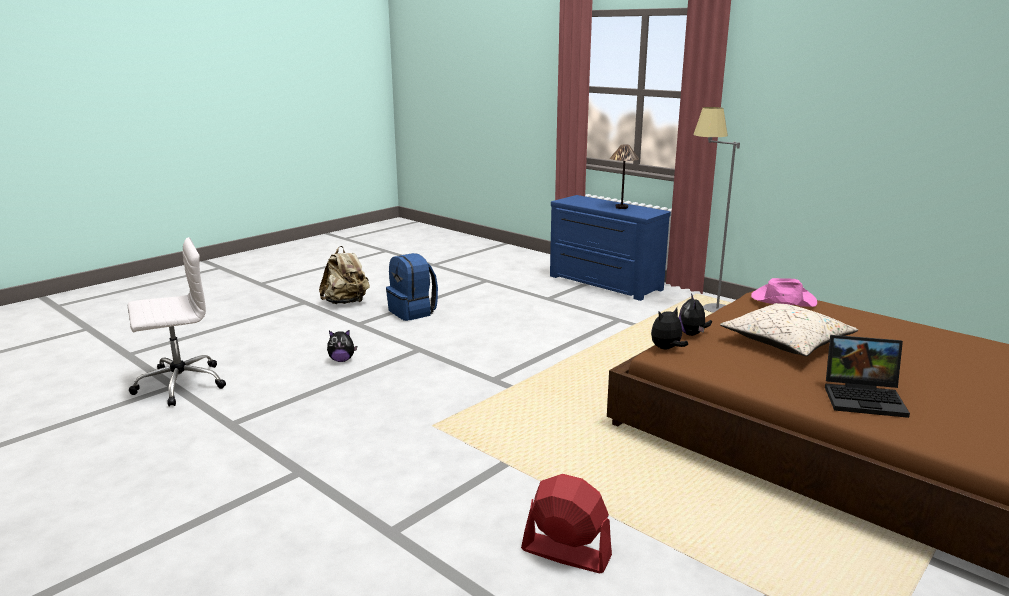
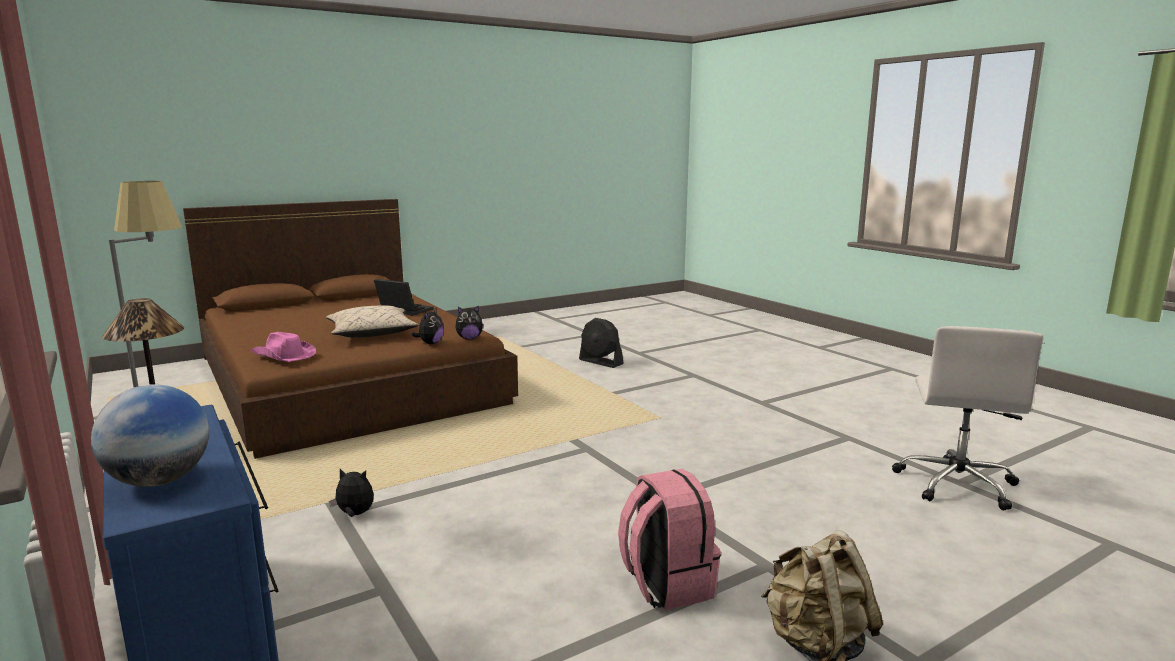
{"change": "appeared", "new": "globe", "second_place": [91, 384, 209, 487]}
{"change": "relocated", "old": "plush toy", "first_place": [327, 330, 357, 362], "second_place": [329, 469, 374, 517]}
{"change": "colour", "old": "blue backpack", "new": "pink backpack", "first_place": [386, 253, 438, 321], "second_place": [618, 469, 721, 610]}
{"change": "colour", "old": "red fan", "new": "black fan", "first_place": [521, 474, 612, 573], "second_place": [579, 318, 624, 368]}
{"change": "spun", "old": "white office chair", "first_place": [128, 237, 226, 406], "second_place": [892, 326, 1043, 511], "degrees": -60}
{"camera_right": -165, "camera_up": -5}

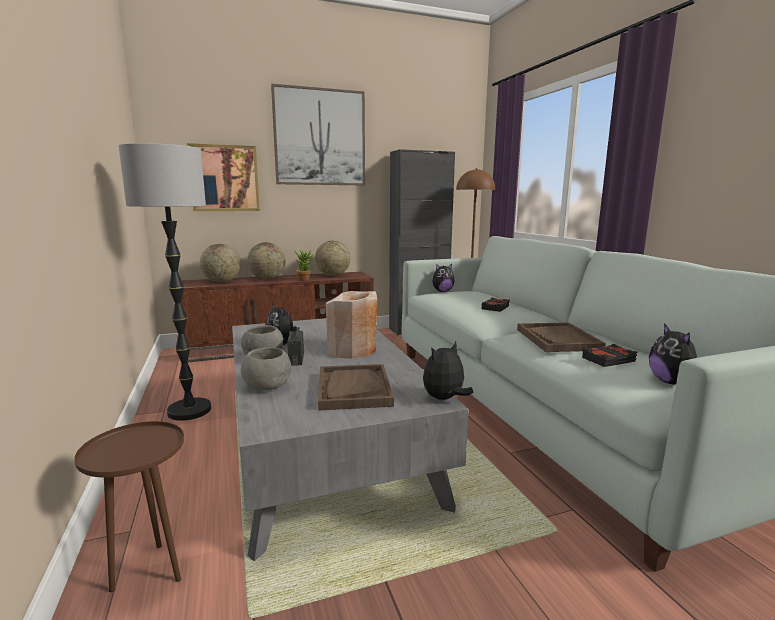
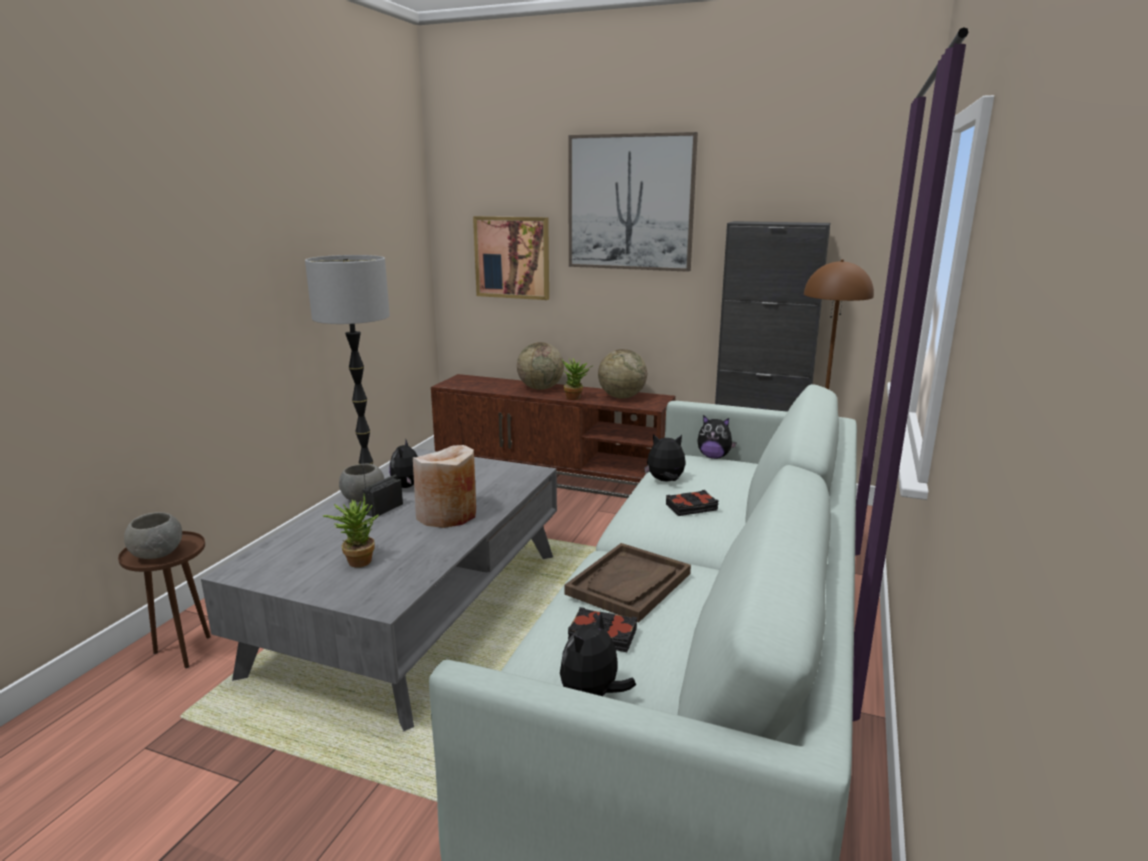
{"change": "missing", "old": "globe", "first_place": [200, 244, 241, 282]}
{"change": "relocated", "old": "grey bowl", "first_place": [241, 348, 291, 390], "second_place": [124, 512, 182, 559]}
{"change": "relocated", "old": "plush toy", "first_place": [423, 342, 474, 400], "second_place": [644, 434, 686, 481]}
{"change": "exchanged", "old": "brown tray", "new": "potted plant", "first_place": [318, 364, 394, 410], "second_place": [323, 495, 379, 568]}
{"camera_right": 40, "camera_up": 5}

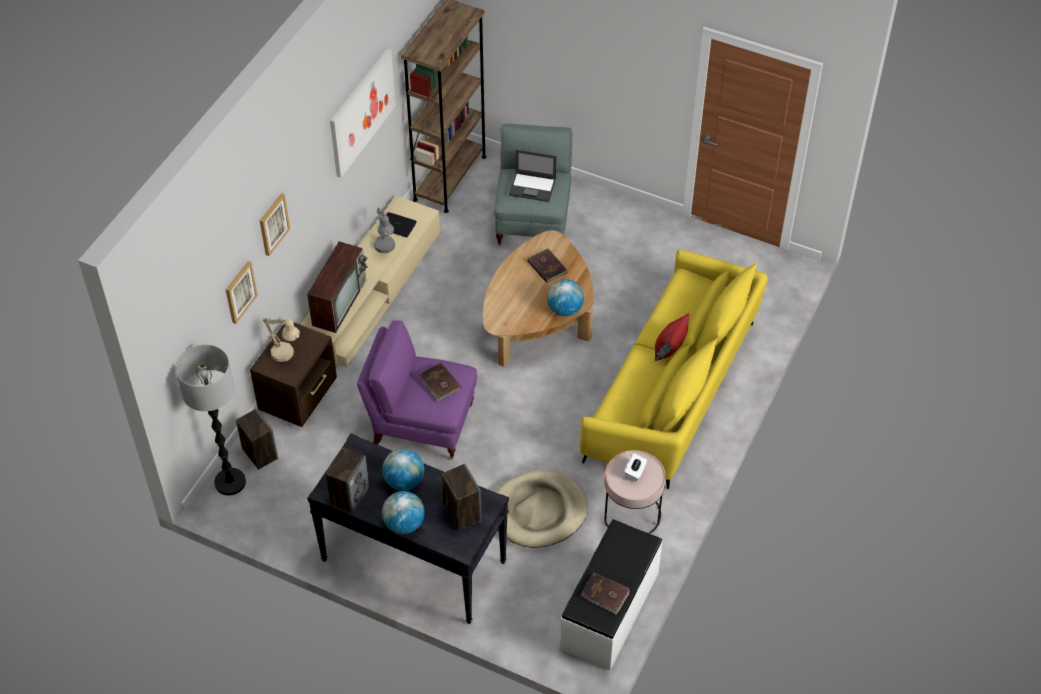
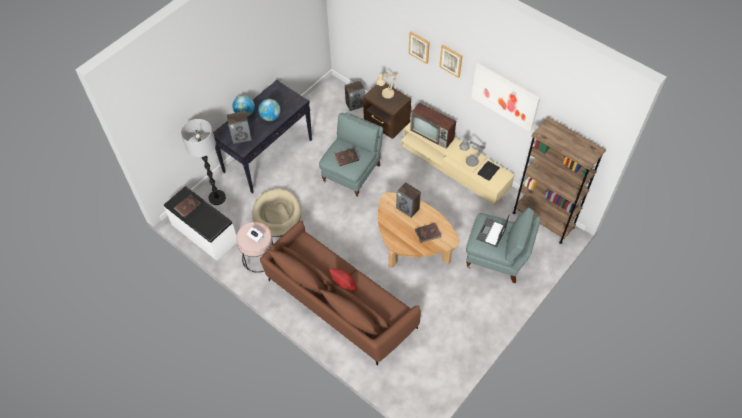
{"change": "missing", "old": "globe", "first_place": [547, 279, 584, 316]}
{"change": "relocated", "old": "floor lamp", "first_place": [175, 345, 246, 496], "second_place": [181, 119, 226, 205]}
{"change": "relocated", "old": "picture", "first_place": [226, 261, 258, 324], "second_place": [439, 45, 462, 78]}
{"change": "relocated", "old": "speaker", "first_place": [326, 447, 369, 514], "second_place": [396, 182, 421, 218]}
{"change": "colour", "old": "purple armchair", "new": "grey armchair", "first_place": [357, 321, 477, 460], "second_place": [319, 112, 383, 197]}
{"change": "colour", "old": "yellow sofa", "new": "brown sofa", "first_place": [580, 250, 768, 489], "second_place": [260, 221, 421, 366]}
{"camera_right": 105, "camera_up": 5}

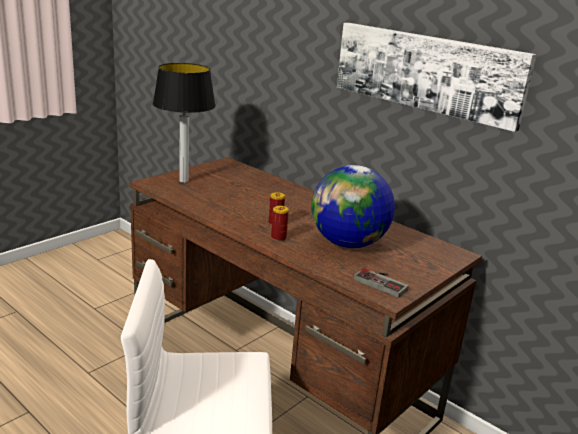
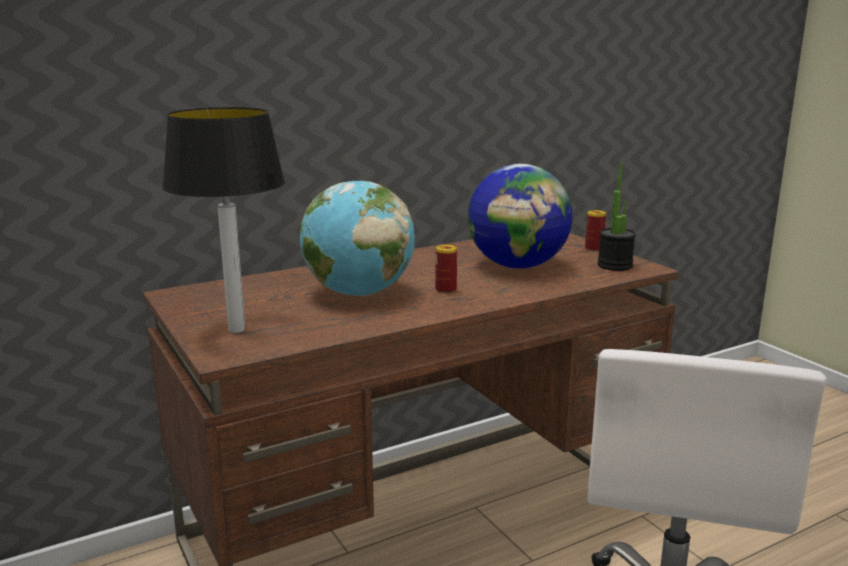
{"change": "missing", "old": "picture", "first_place": [337, 23, 537, 132]}
{"change": "appeared", "new": "globe", "second_place": [300, 181, 415, 296]}
{"change": "relocated", "old": "can", "first_place": [271, 206, 289, 241], "second_place": [585, 210, 606, 252]}
{"change": "exchanged", "old": "game controller", "new": "potted plant", "first_place": [353, 268, 409, 298], "second_place": [598, 162, 636, 271]}
{"camera_right": -70, "camera_up": -5}

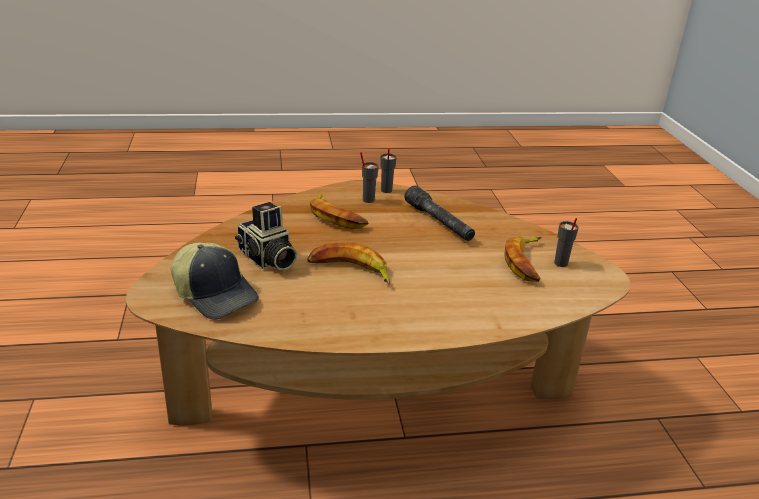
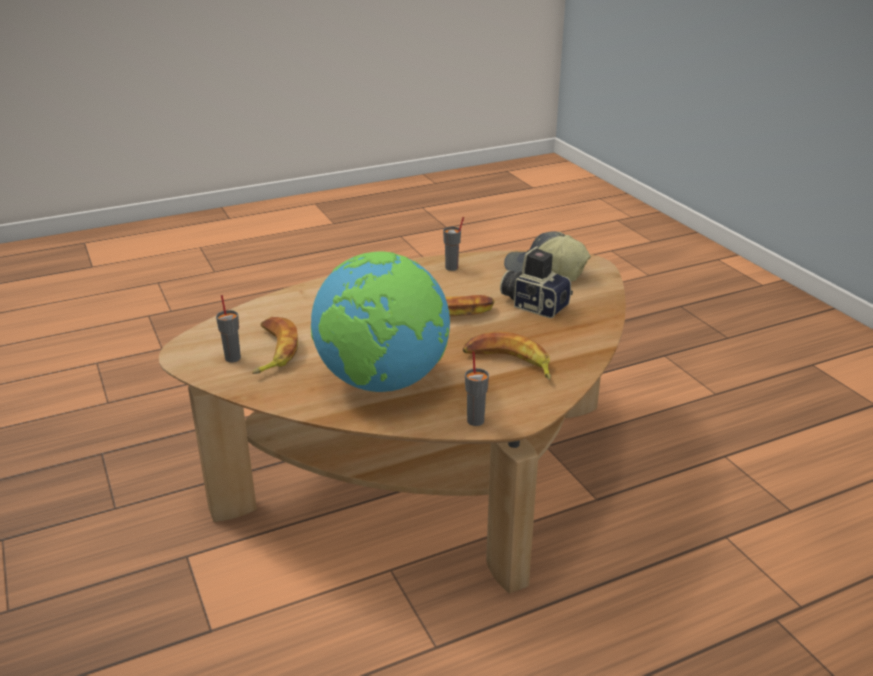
{"change": "relocated", "old": "grey cup", "first_place": [360, 152, 379, 203], "second_place": [443, 217, 464, 271]}
{"change": "exchanged", "old": "grey flashlight", "new": "globe", "first_place": [405, 185, 475, 241], "second_place": [311, 251, 450, 392]}
{"camera_right": 165, "camera_up": 0}

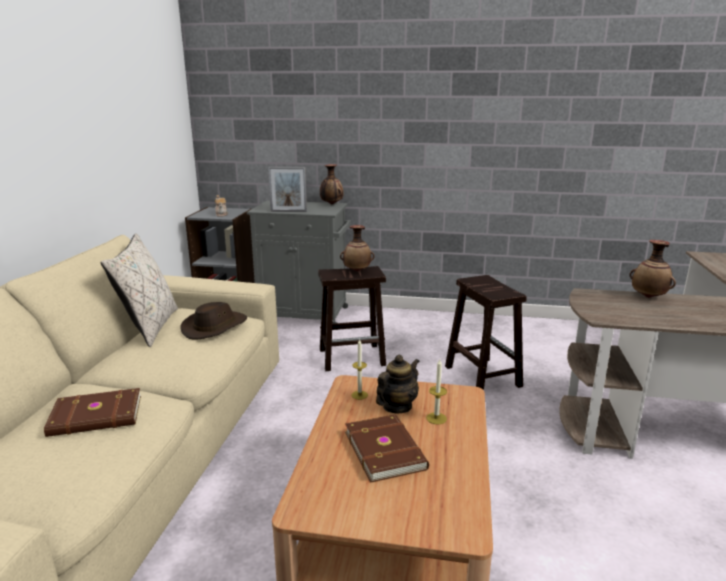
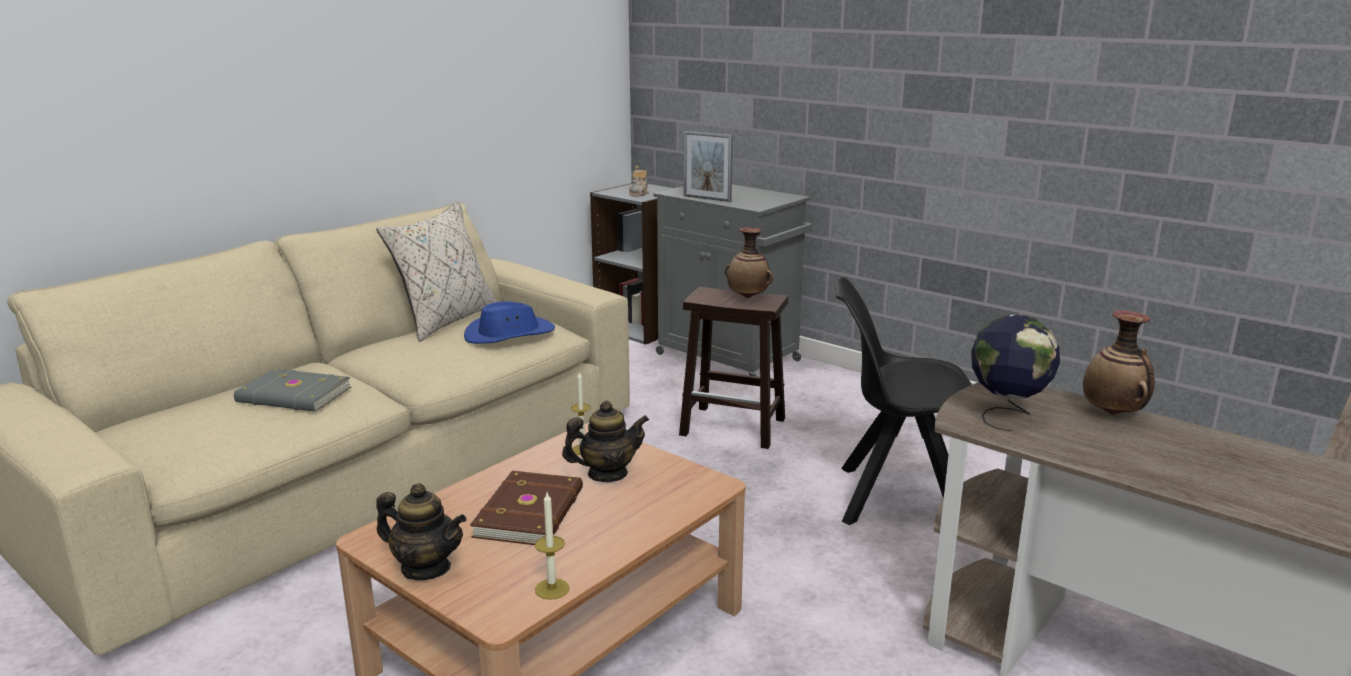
{"change": "missing", "old": "vase", "first_place": [320, 164, 344, 204]}
{"change": "appeared", "new": "teapot", "second_place": [376, 483, 467, 580]}
{"change": "appeared", "new": "globe", "second_place": [971, 315, 1060, 432]}
{"change": "relocated", "old": "candle", "first_place": [426, 359, 447, 424], "second_place": [535, 493, 569, 600]}
{"change": "exchanged", "old": "brown stool", "new": "black chair", "first_place": [445, 275, 527, 390], "second_place": [835, 277, 972, 525]}
{"change": "colour", "old": "brown book", "new": "grey book", "first_place": [44, 388, 141, 437], "second_place": [234, 368, 352, 412]}
{"change": "colour", "old": "brown hat", "new": "blue hat", "first_place": [181, 302, 247, 339], "second_place": [464, 301, 555, 344]}
{"camera_right": 30, "camera_up": 0}

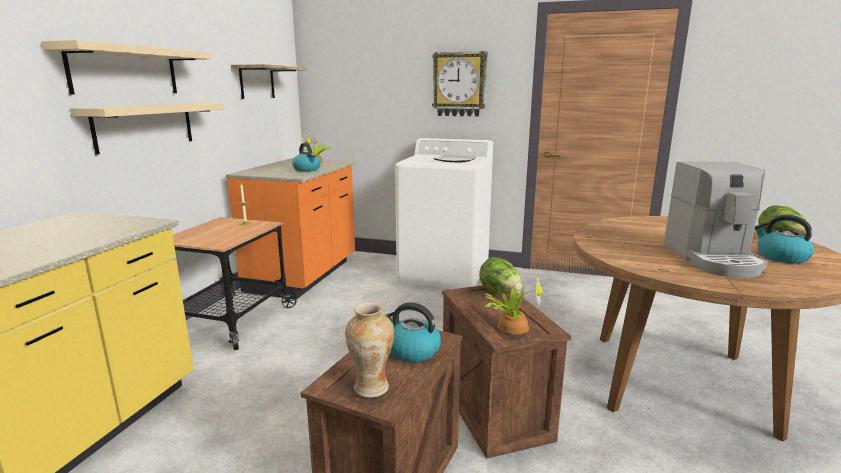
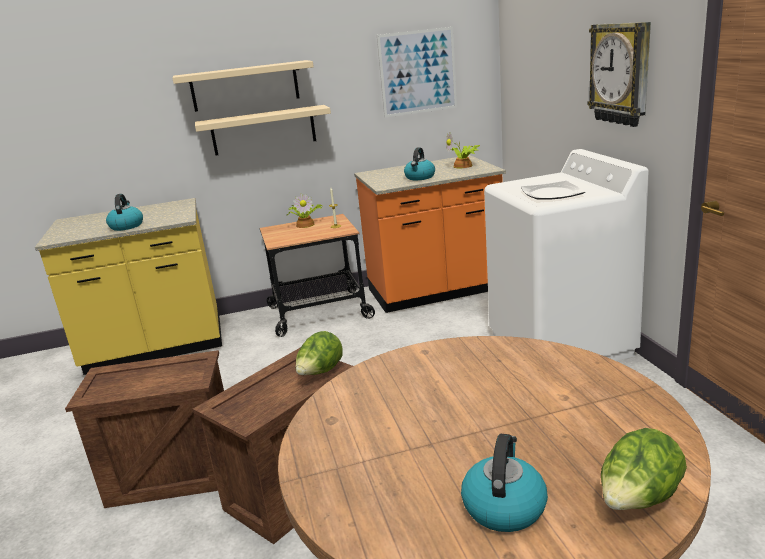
{"change": "missing", "old": "vase", "first_place": [345, 302, 394, 398]}
{"change": "missing", "old": "coffee machine", "first_place": [664, 161, 768, 278]}
{"change": "relocated", "old": "kettle", "first_place": [385, 302, 441, 362], "second_place": [106, 194, 143, 231]}
{"change": "relocated", "old": "potted plant", "first_place": [484, 274, 543, 334], "second_place": [287, 193, 323, 228]}
{"change": "exchanged", "old": "shelf", "new": "picture", "first_place": [231, 64, 307, 99], "second_place": [377, 27, 457, 118]}
{"camera_right": 60, "camera_up": 5}

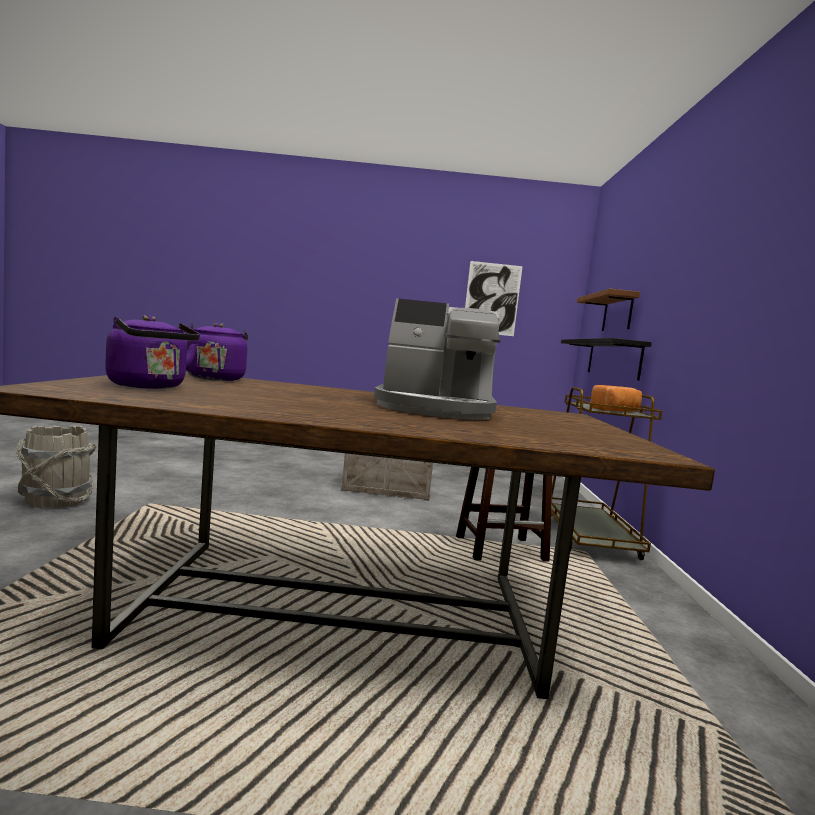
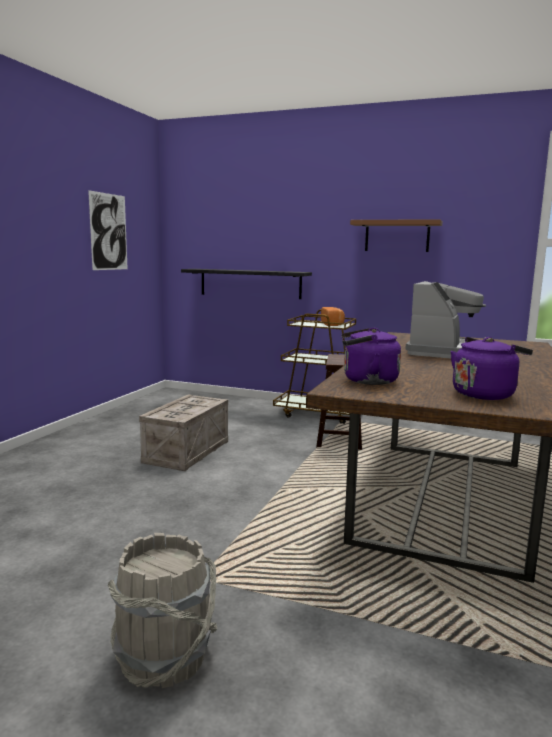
{"change": "relocated", "old": "brown shelf", "first_place": [577, 289, 640, 331], "second_place": [350, 219, 443, 252]}
{"camera_right": -70, "camera_up": 5}

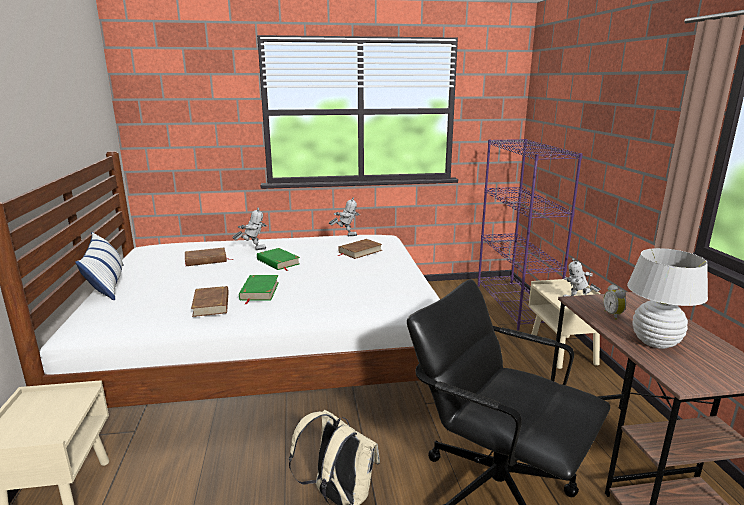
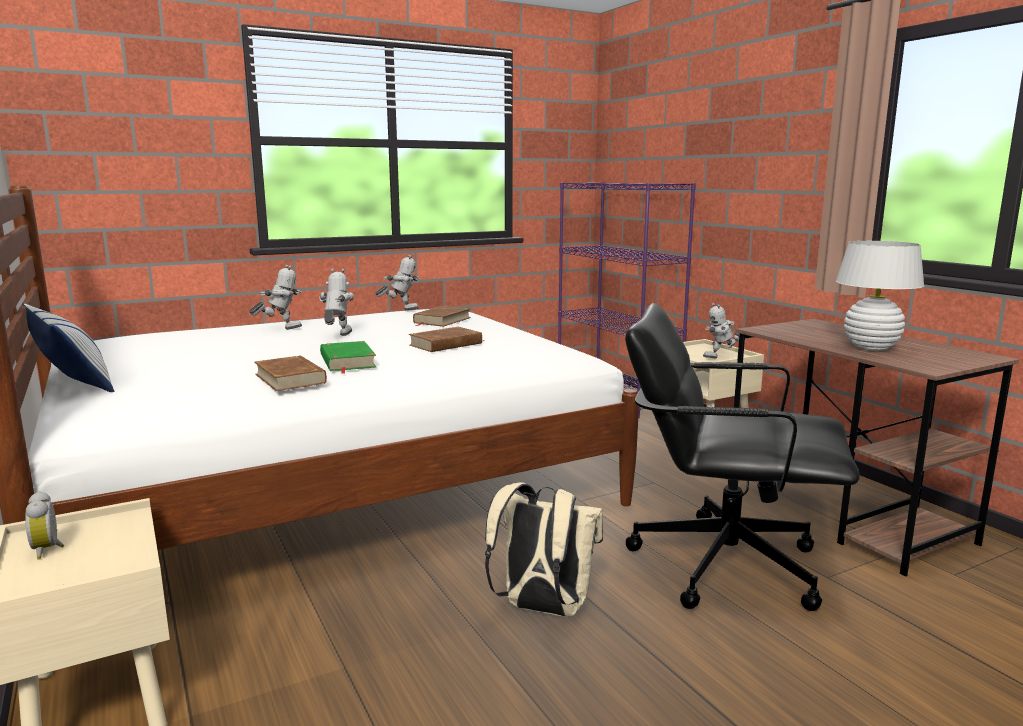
{"change": "relocated", "old": "brown book", "first_place": [185, 248, 234, 266], "second_place": [409, 327, 484, 352]}
{"change": "relocated", "old": "alarm clock", "first_place": [603, 284, 626, 320], "second_place": [25, 491, 64, 559]}
{"change": "exchanged", "old": "green book", "new": "toy robot", "first_place": [257, 248, 300, 271], "second_place": [319, 268, 354, 336]}
{"camera_right": -20, "camera_up": -5}

